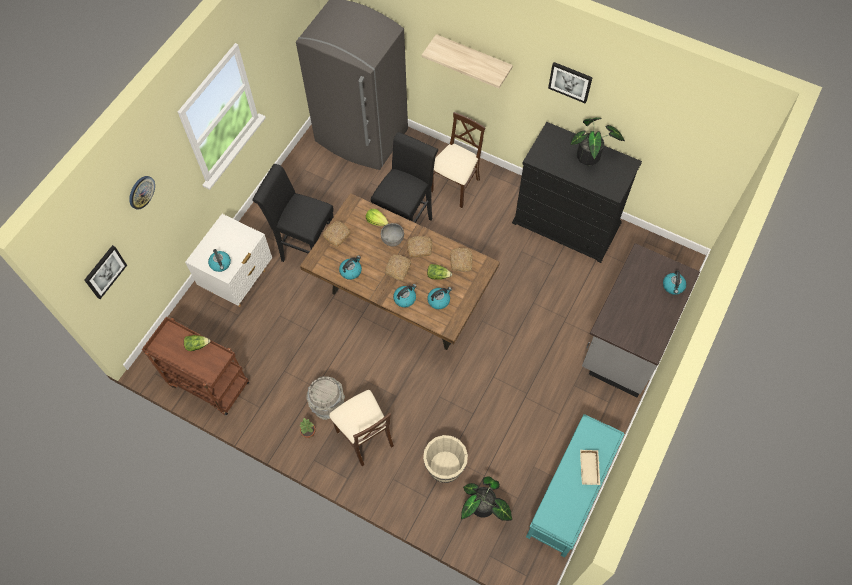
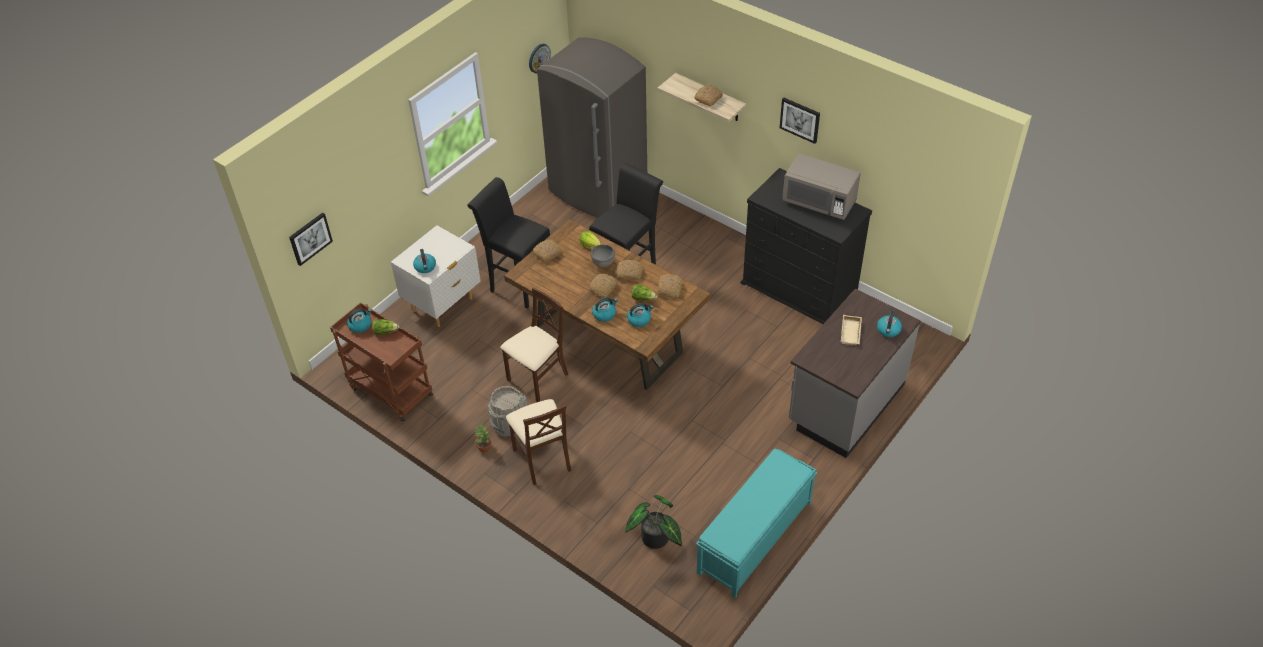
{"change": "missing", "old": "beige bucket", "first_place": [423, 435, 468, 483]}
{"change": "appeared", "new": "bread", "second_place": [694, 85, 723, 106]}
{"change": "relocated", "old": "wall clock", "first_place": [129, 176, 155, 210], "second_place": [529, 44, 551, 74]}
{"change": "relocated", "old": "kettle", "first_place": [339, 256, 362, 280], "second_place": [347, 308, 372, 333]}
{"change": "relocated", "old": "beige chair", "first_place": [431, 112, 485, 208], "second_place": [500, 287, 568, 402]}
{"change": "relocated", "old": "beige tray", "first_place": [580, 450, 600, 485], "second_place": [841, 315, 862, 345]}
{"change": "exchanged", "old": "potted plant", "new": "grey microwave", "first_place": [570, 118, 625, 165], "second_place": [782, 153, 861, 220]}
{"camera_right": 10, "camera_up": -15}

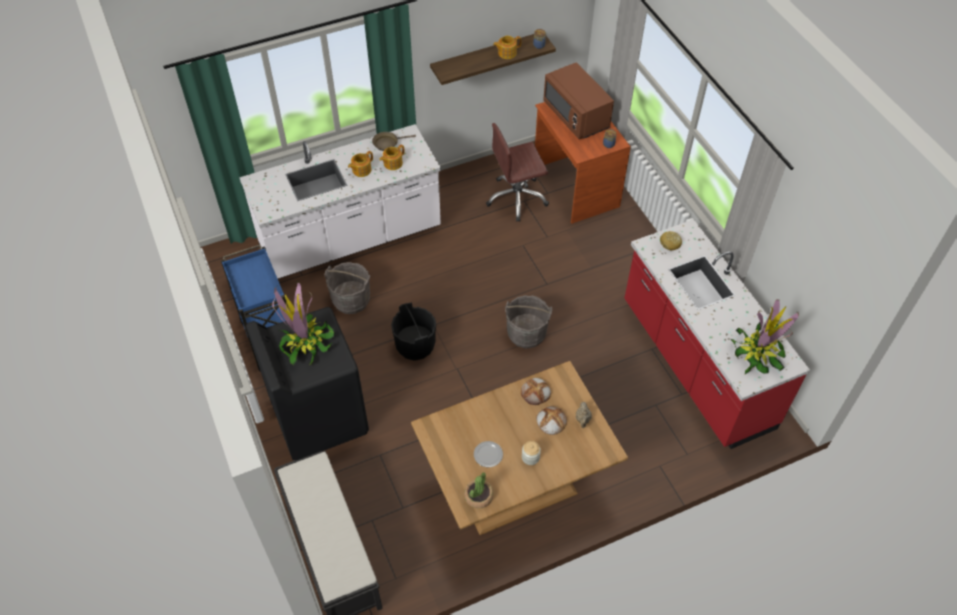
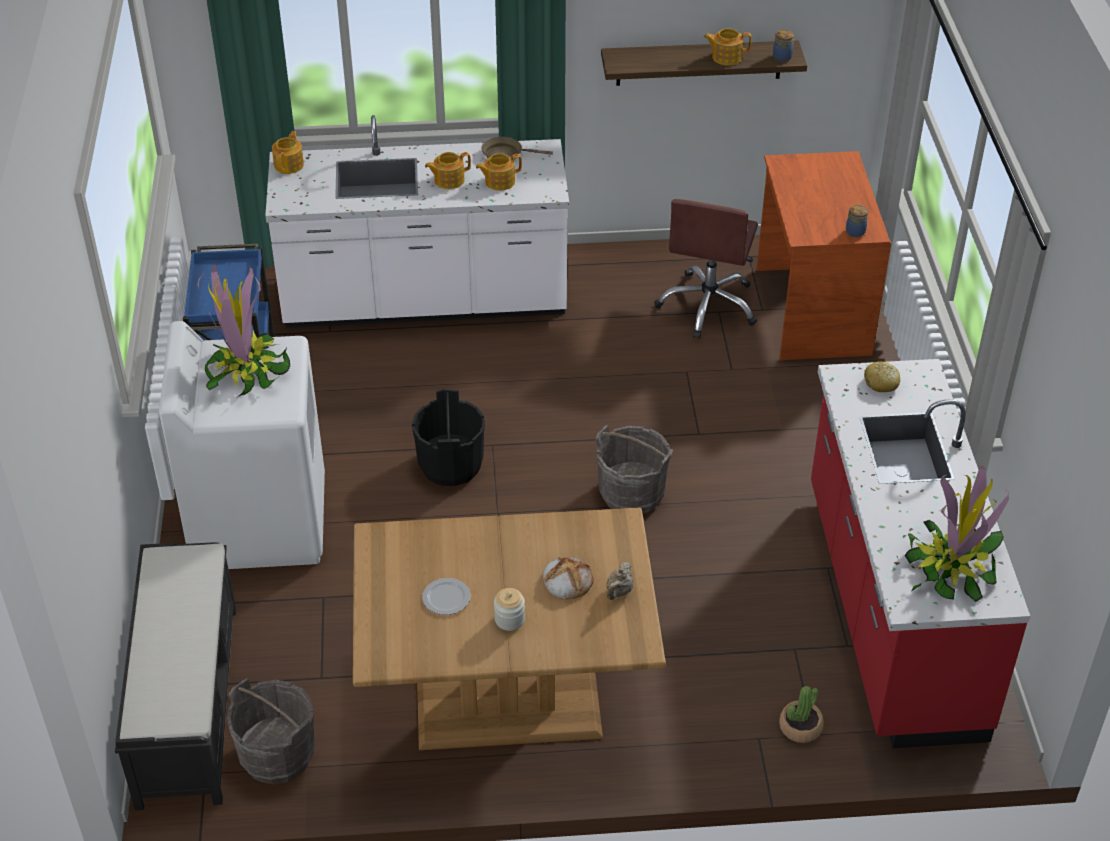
{"change": "missing", "old": "bread", "first_place": [521, 378, 551, 405]}
{"change": "missing", "old": "brown microwave", "first_place": [543, 62, 614, 139]}
{"change": "appeared", "new": "teapot", "second_place": [272, 131, 304, 174]}
{"change": "relocated", "old": "grey bucket", "first_place": [324, 262, 370, 314], "second_place": [227, 678, 315, 784]}
{"change": "relocated", "old": "potted plant", "first_place": [464, 473, 494, 508], "second_place": [779, 686, 824, 743]}
{"change": "colour", "old": "black washing machine", "new": "white washing machine", "first_place": [246, 307, 369, 460], "second_place": [159, 321, 325, 569]}
{"change": "spun", "old": "brown office chair", "first_place": [486, 123, 549, 222], "second_place": [654, 199, 758, 339], "degrees": -75}
{"camera_right": 20, "camera_up": -10}

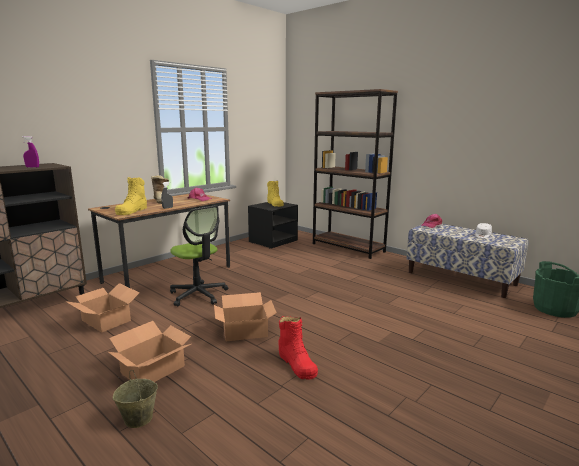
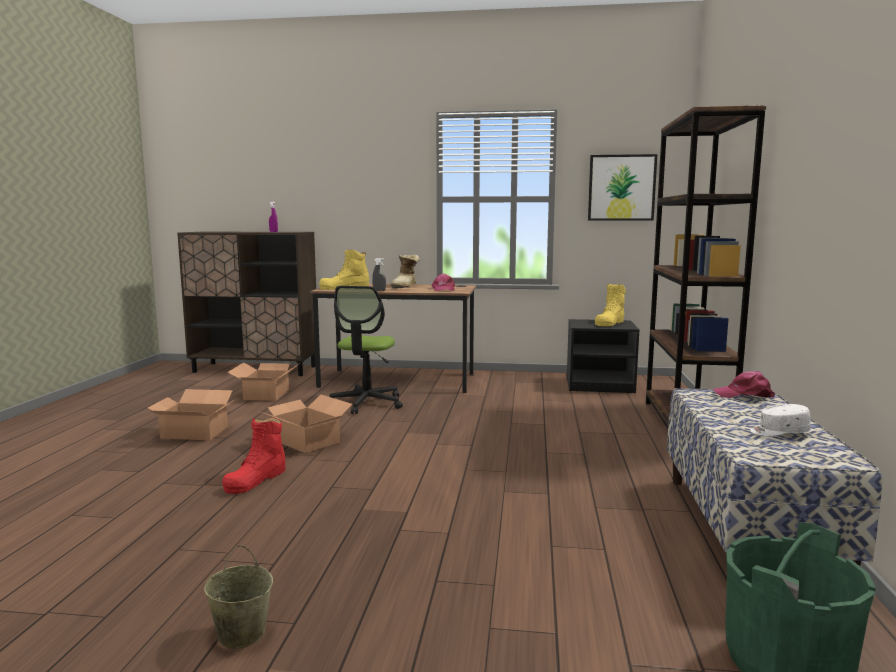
{"change": "appeared", "new": "picture", "second_place": [588, 154, 657, 221]}
{"change": "relocated", "old": "beige bucket", "first_place": [113, 370, 158, 428], "second_place": [204, 546, 273, 649]}
{"camera_right": 55, "camera_up": -5}

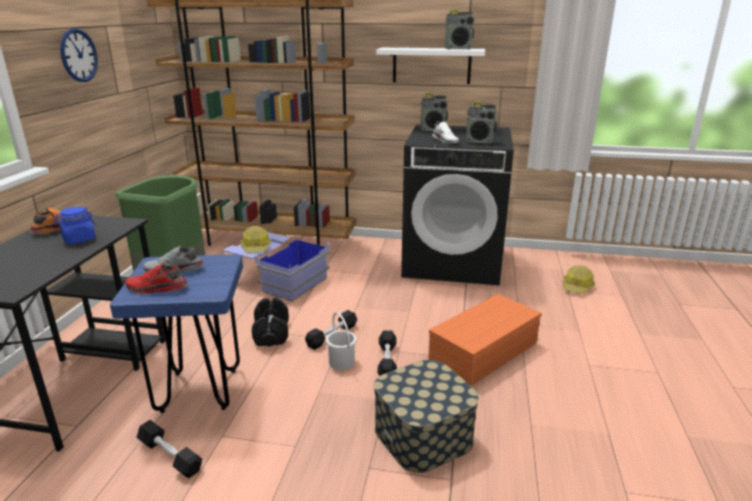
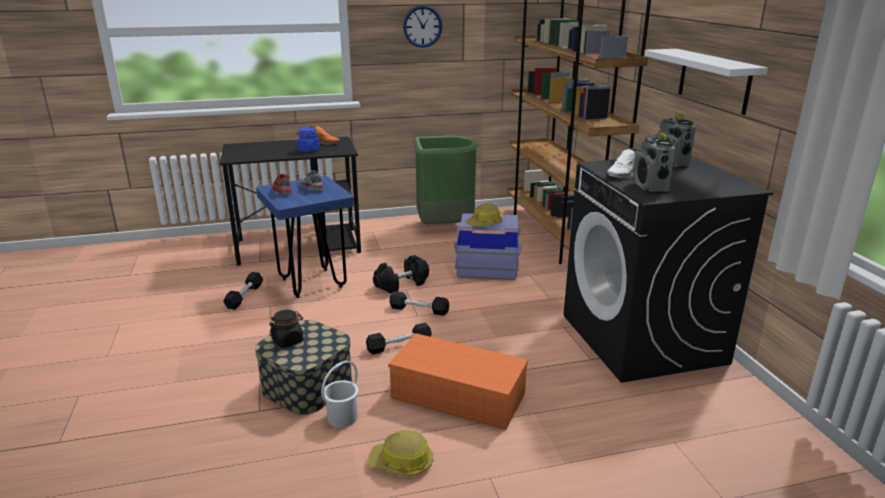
{"change": "missing", "old": "radio", "first_place": [445, 10, 474, 50]}
{"change": "appeared", "new": "black jar", "second_place": [269, 310, 303, 348]}
{"change": "relocated", "old": "white bucket", "first_place": [326, 312, 357, 370], "second_place": [321, 361, 359, 428]}
{"change": "relocated", "old": "hard hat", "first_place": [563, 265, 595, 294], "second_place": [368, 430, 433, 477]}
{"camera_right": 65, "camera_up": 0}

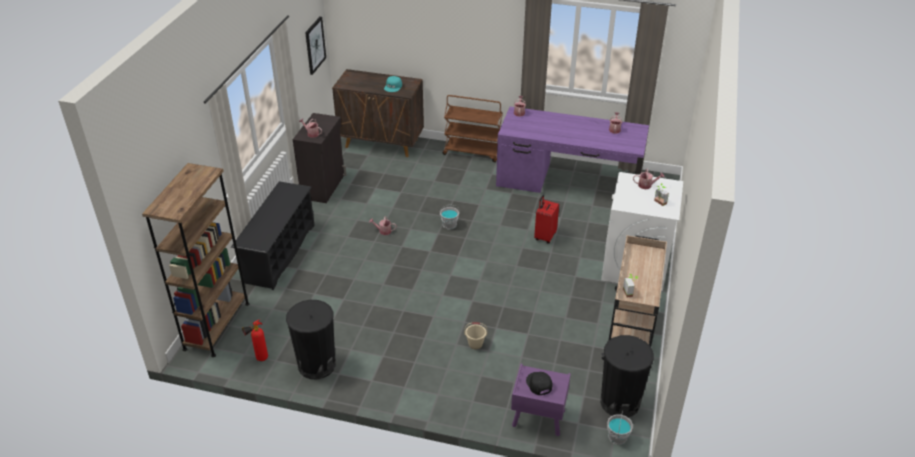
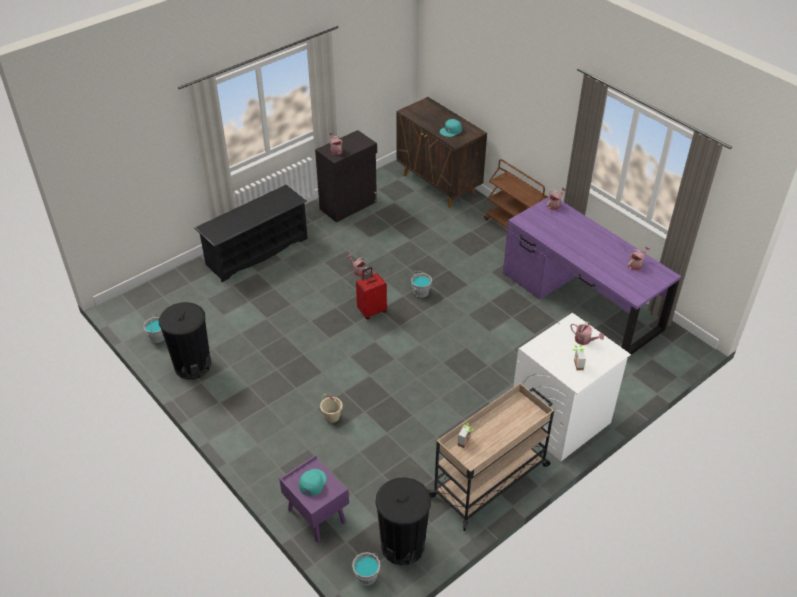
{"change": "missing", "old": "brown bookcase", "first_place": [142, 163, 249, 357]}
{"change": "missing", "old": "picture", "first_place": [305, 16, 326, 75]}
{"change": "relocated", "old": "red suitcase", "first_place": [534, 195, 559, 244], "second_place": [356, 267, 387, 319]}
{"change": "exchanged", "old": "fire extinguisher", "new": "grey bucket", "first_place": [242, 320, 268, 361], "second_place": [143, 313, 165, 343]}
{"change": "colour", "old": "black cap", "new": "turquoise cap", "first_place": [526, 372, 552, 395], "second_place": [299, 469, 326, 496]}
{"camera_right": 35, "camera_up": 5}

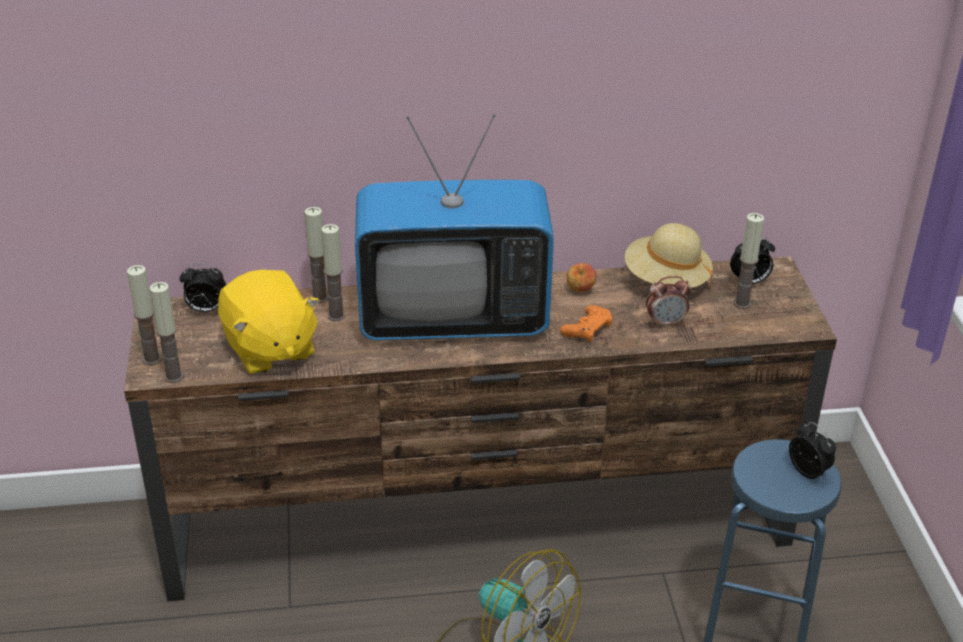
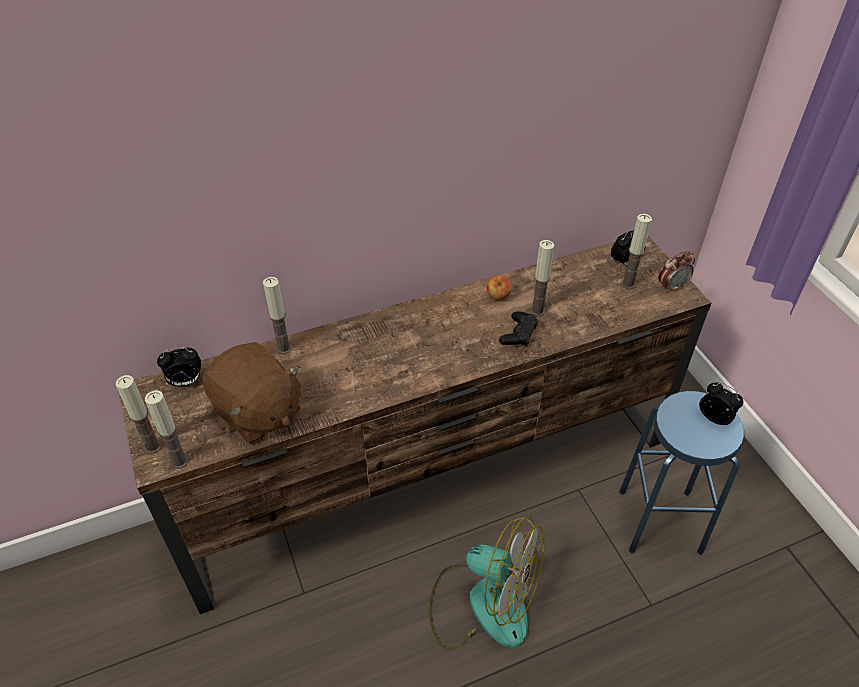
{"change": "missing", "old": "television", "first_place": [355, 114, 554, 340]}
{"change": "missing", "old": "beige hat", "first_place": [625, 223, 713, 290]}
{"change": "relocated", "old": "candle", "first_place": [322, 224, 346, 321], "second_place": [530, 240, 554, 316]}
{"change": "relocated", "old": "alarm clock", "first_place": [646, 276, 691, 328], "second_place": [658, 251, 695, 293]}
{"change": "colour", "old": "yellow plush toy", "new": "brown plush toy", "first_place": [218, 269, 320, 375], "second_place": [202, 342, 301, 444]}
{"change": "colour", "old": "orange game controller", "new": "black game controller", "first_place": [560, 305, 612, 342], "second_place": [499, 311, 538, 346]}
{"camera_right": -15, "camera_up": 10}

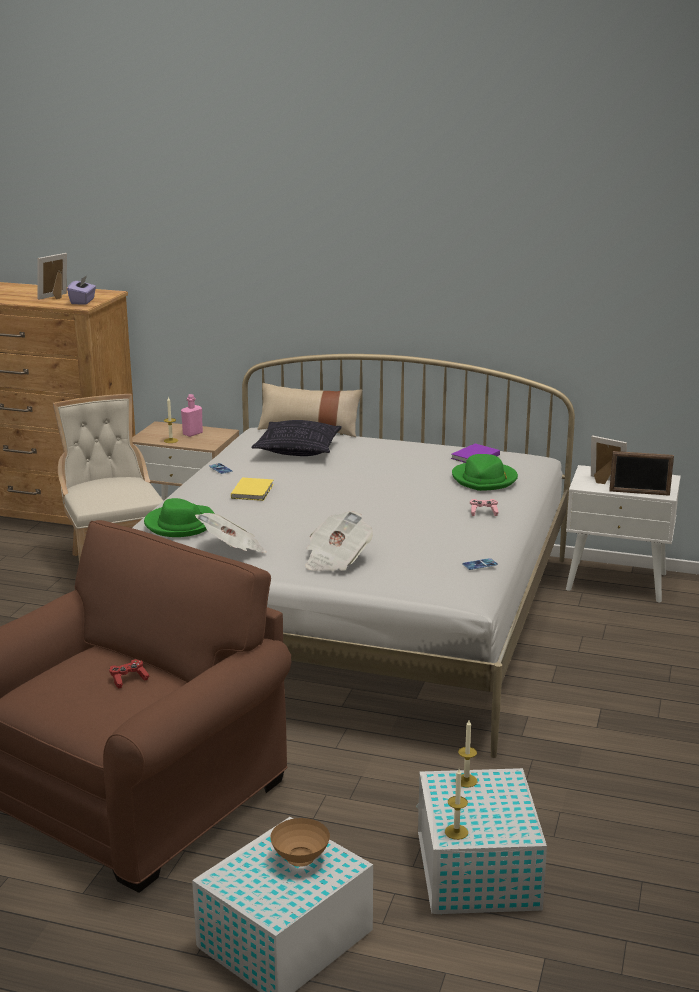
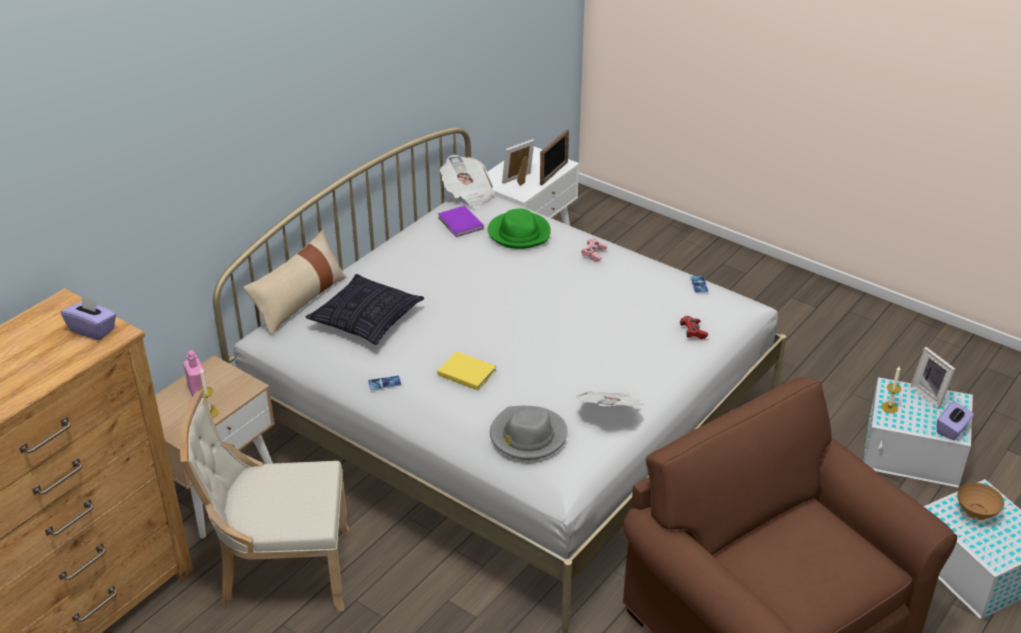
{"change": "relocated", "old": "picture frame", "first_place": [37, 253, 67, 300], "second_place": [910, 347, 955, 409]}
{"change": "relocated", "old": "red game controller", "first_place": [109, 659, 149, 689], "second_place": [680, 316, 708, 339]}
{"change": "relocated", "old": "newspaper", "first_place": [305, 511, 373, 571], "second_place": [440, 155, 495, 208]}
{"change": "exchanged", "old": "candle", "new": "purple tissue box", "first_place": [445, 769, 468, 840], "second_place": [937, 401, 974, 440]}
{"change": "colour", "old": "green hat", "new": "grey hat", "first_place": [144, 498, 215, 537], "second_place": [490, 406, 567, 460]}
{"camera_right": -70, "camera_up": 15}

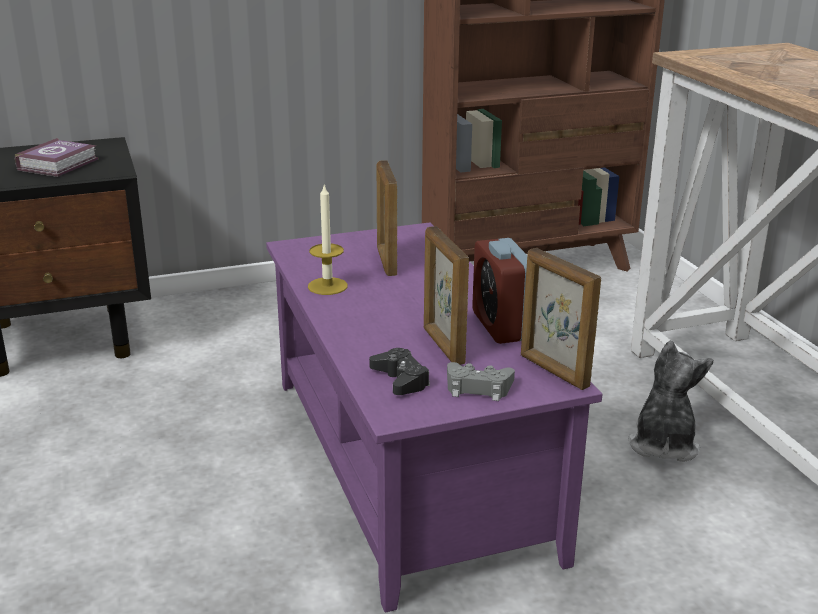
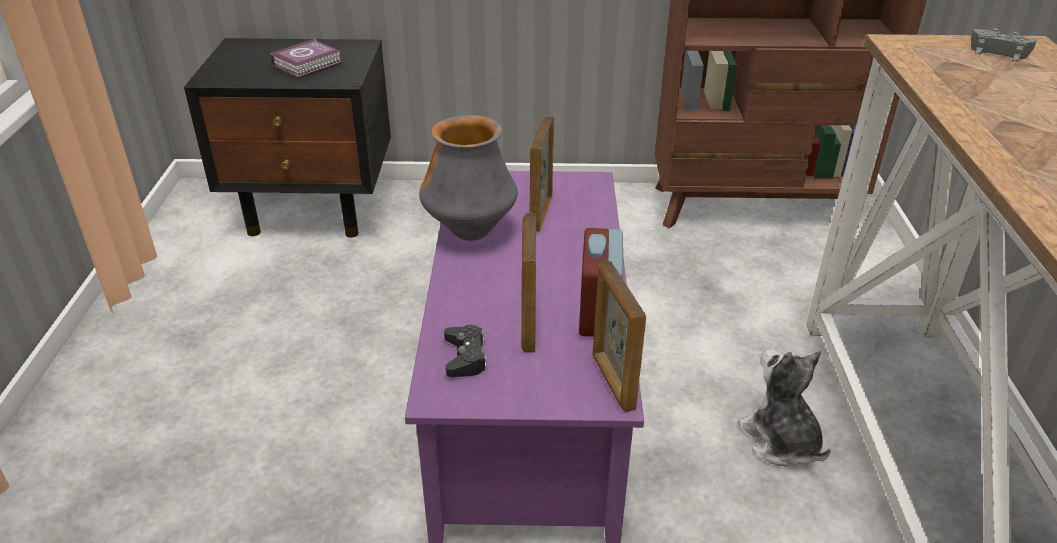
{"change": "relocated", "old": "grey game controller", "first_place": [447, 362, 515, 401], "second_place": [971, 28, 1037, 61]}
{"change": "exchanged", "old": "candle", "new": "vase", "first_place": [308, 183, 348, 295], "second_place": [419, 115, 518, 241]}
{"change": "spun", "old": "plush toy", "first_place": [628, 340, 714, 462], "second_place": [738, 349, 831, 467], "degrees": -60}
{"camera_right": 20, "camera_up": 10}

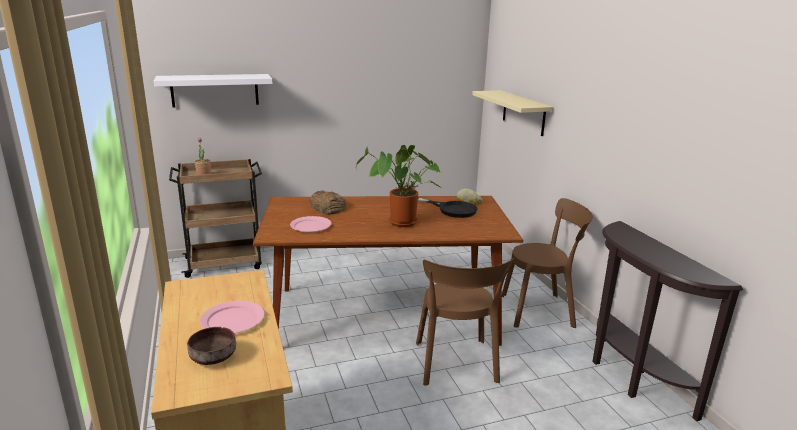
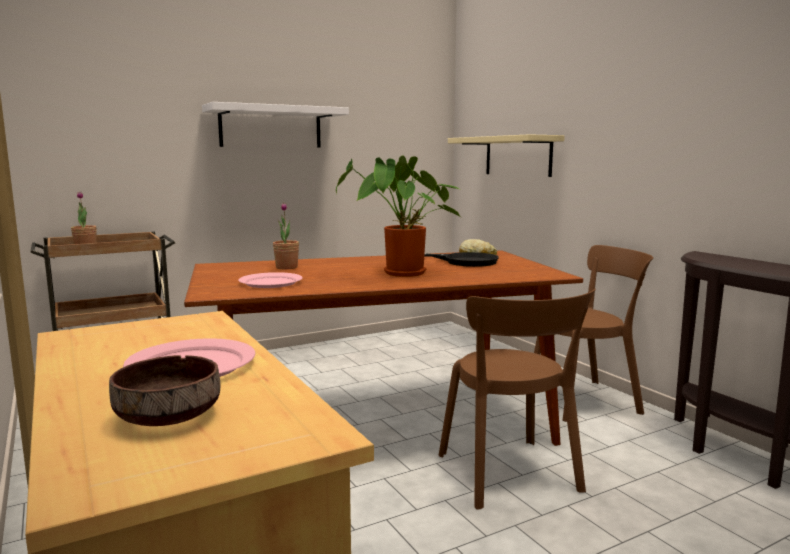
{"change": "relocated", "old": "white shelf", "first_place": [154, 74, 272, 108], "second_place": [202, 102, 349, 148]}
{"change": "exchanged", "old": "bread", "new": "potted plant", "first_place": [310, 191, 346, 215], "second_place": [273, 202, 299, 269]}
{"camera_right": -10, "camera_up": -10}

